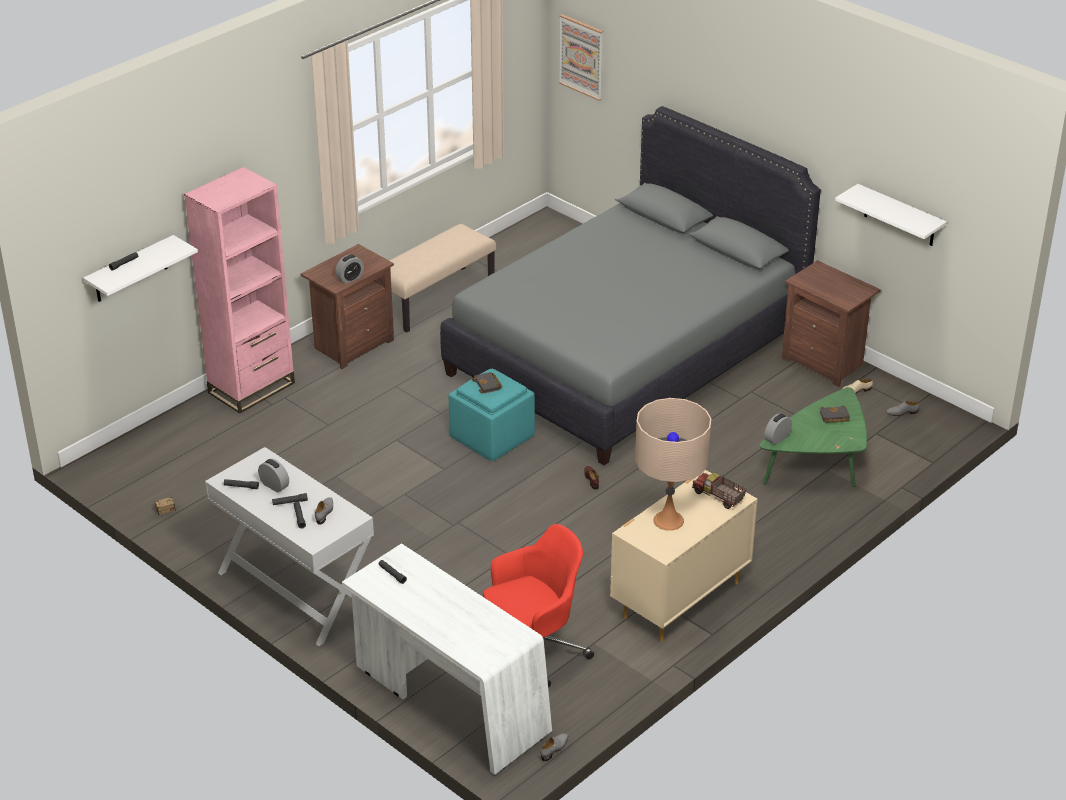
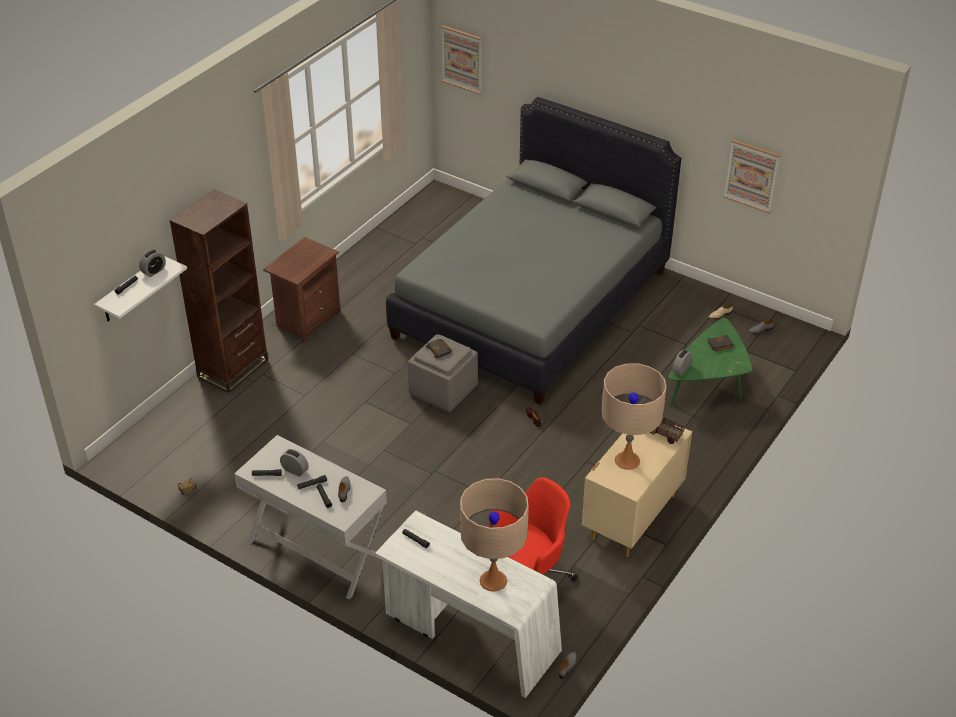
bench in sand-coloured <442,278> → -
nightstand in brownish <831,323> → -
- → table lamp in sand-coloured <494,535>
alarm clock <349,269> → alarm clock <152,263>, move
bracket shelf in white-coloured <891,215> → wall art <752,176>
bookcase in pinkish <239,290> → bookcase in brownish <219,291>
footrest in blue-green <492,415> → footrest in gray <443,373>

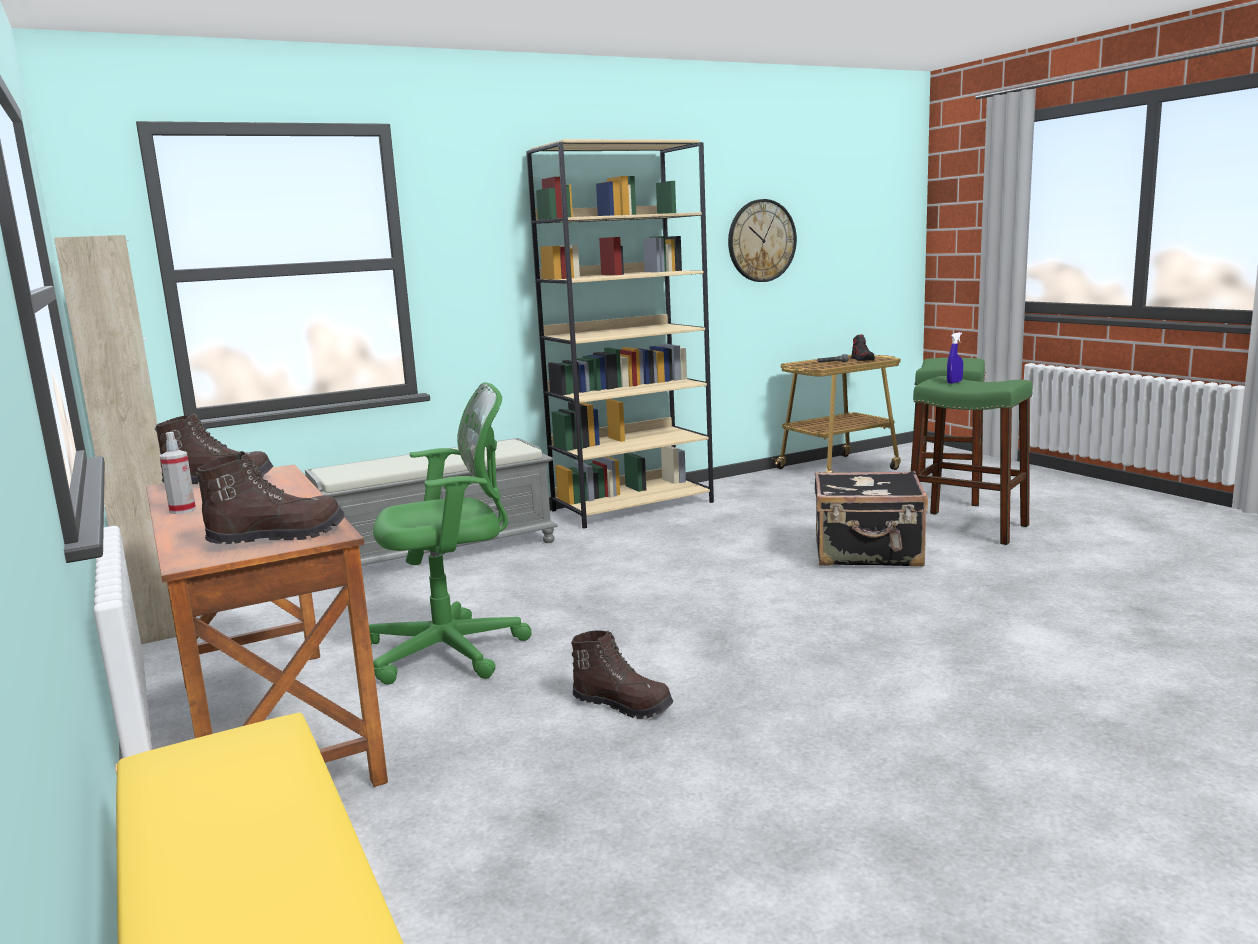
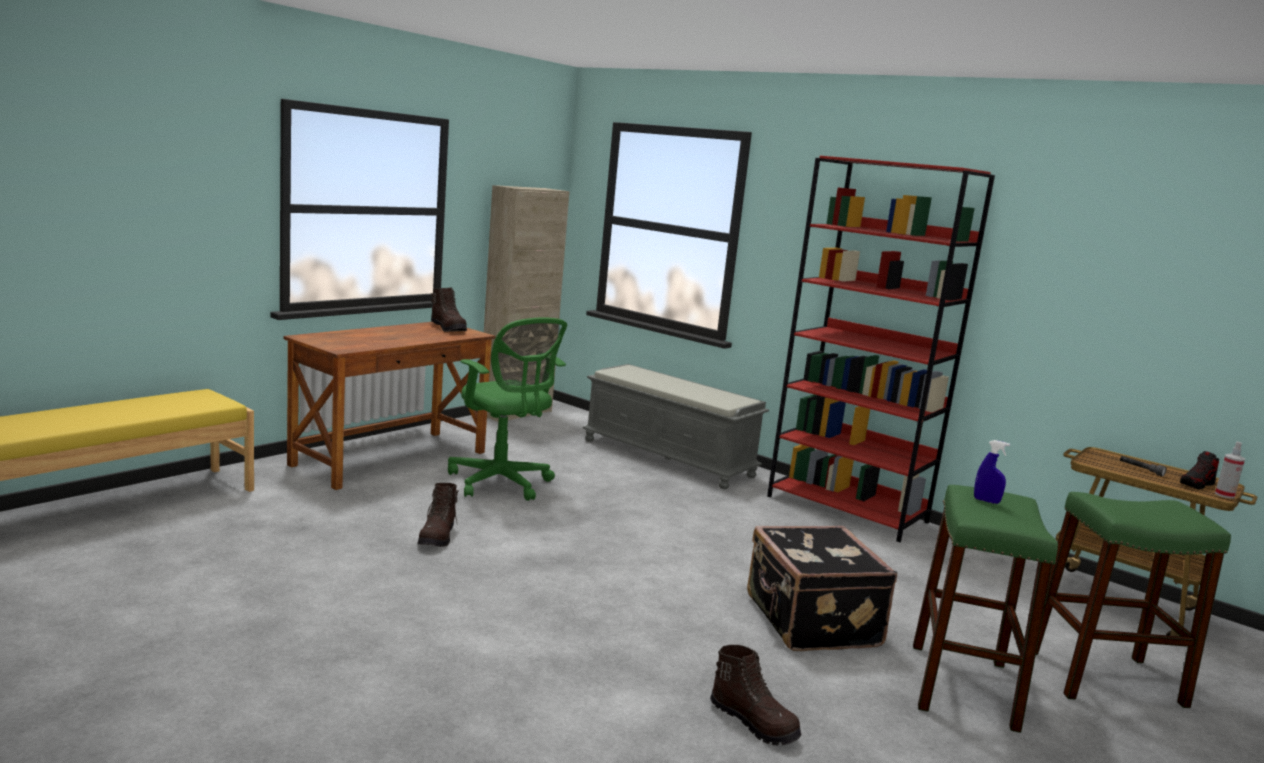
hanging clock <762,240> → -
sprayer <178,473> → sprayer <1230,470>, move
tall boot in brownish <270,497> → tall boot in brownish <755,695>, move
bookcase in sand-coloured <620,334> → bookcase in red-coloured <881,349>

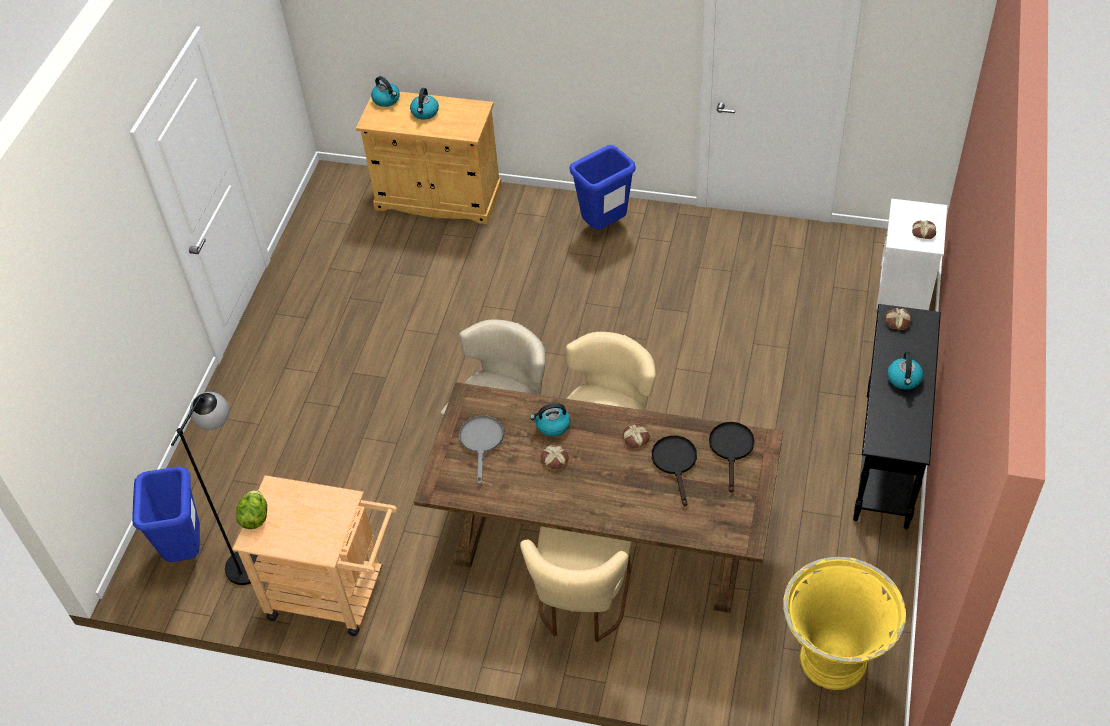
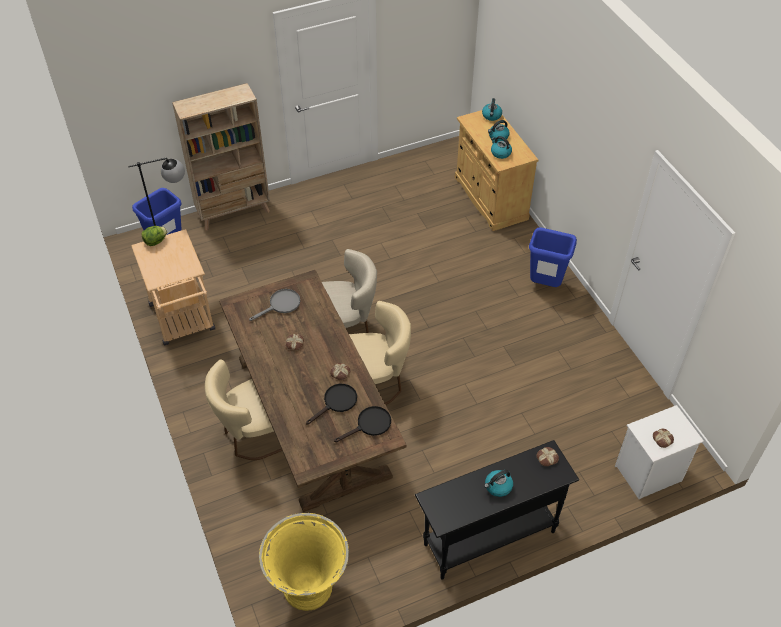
- → bookcase in sand-coloured <221,157>
kettle <550,420> → kettle <501,147>, move

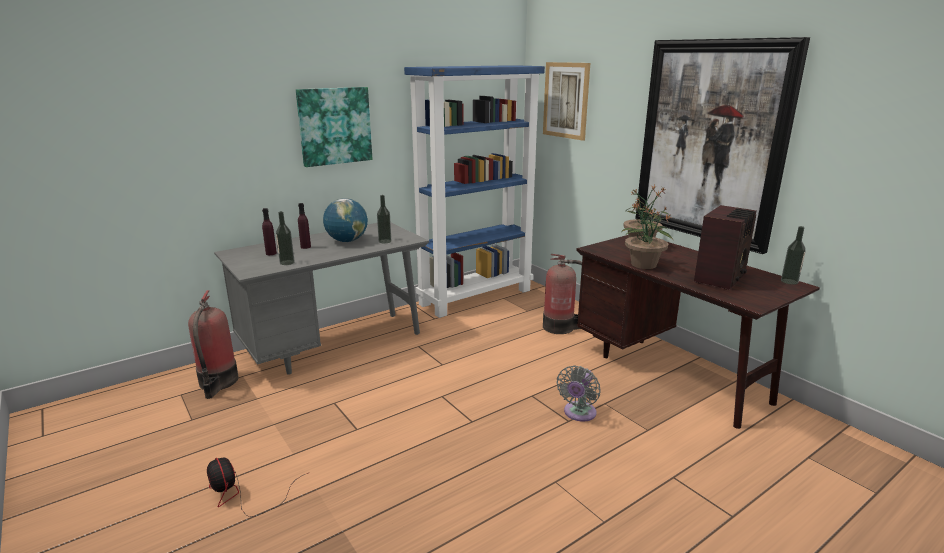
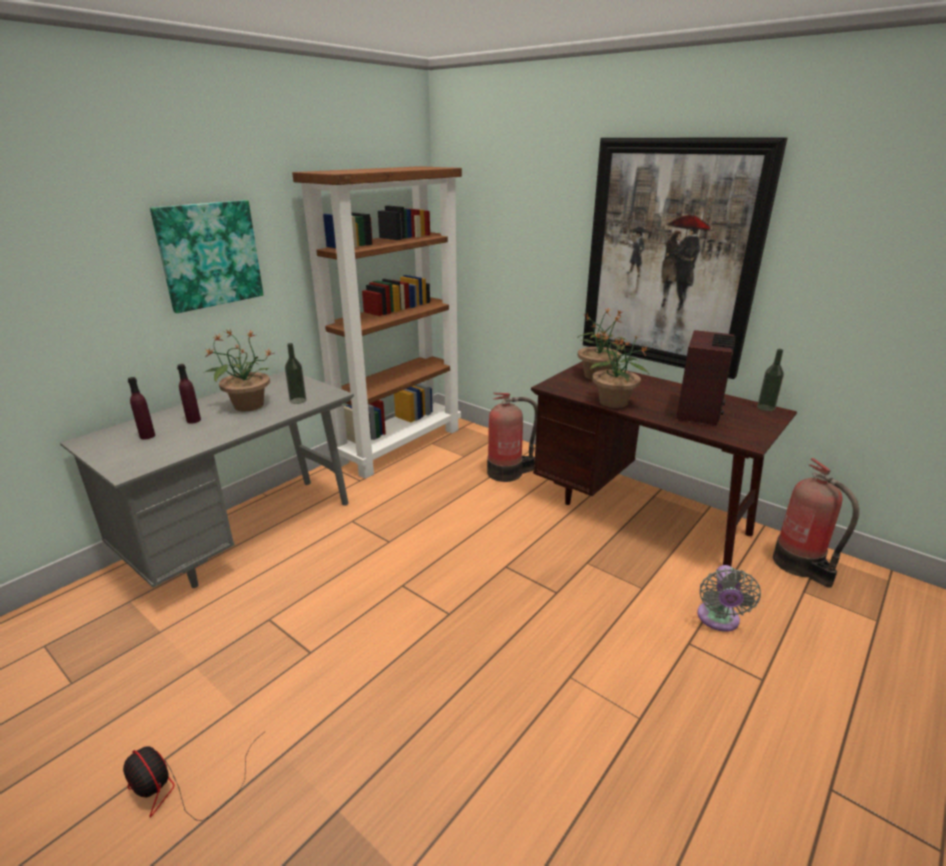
drink bottle <285,238> → -
wall art <566,101> → -
fire extinguisher <213,344> → fire extinguisher <816,523>, move
electric fan in gray <578,393> → electric fan in gray <729,598>, move
globe <345,220> → potted plant <239,370>
bookcase in blue <474,191> → bookcase in brownish <377,322>

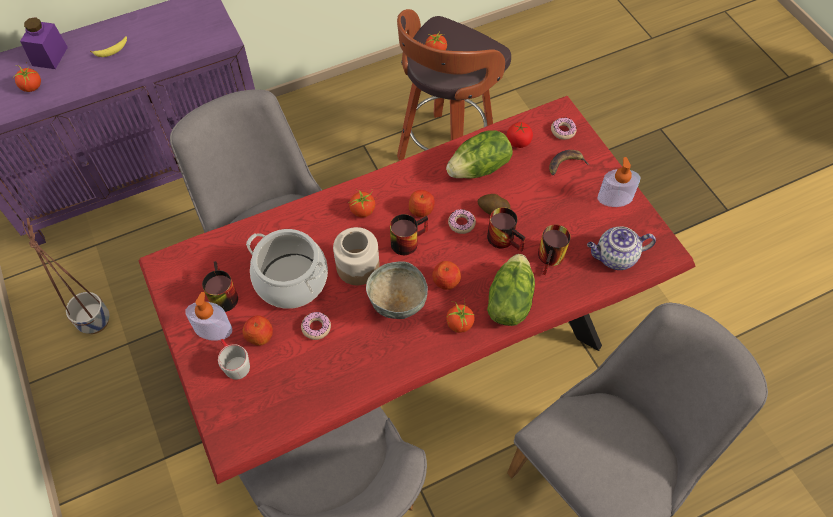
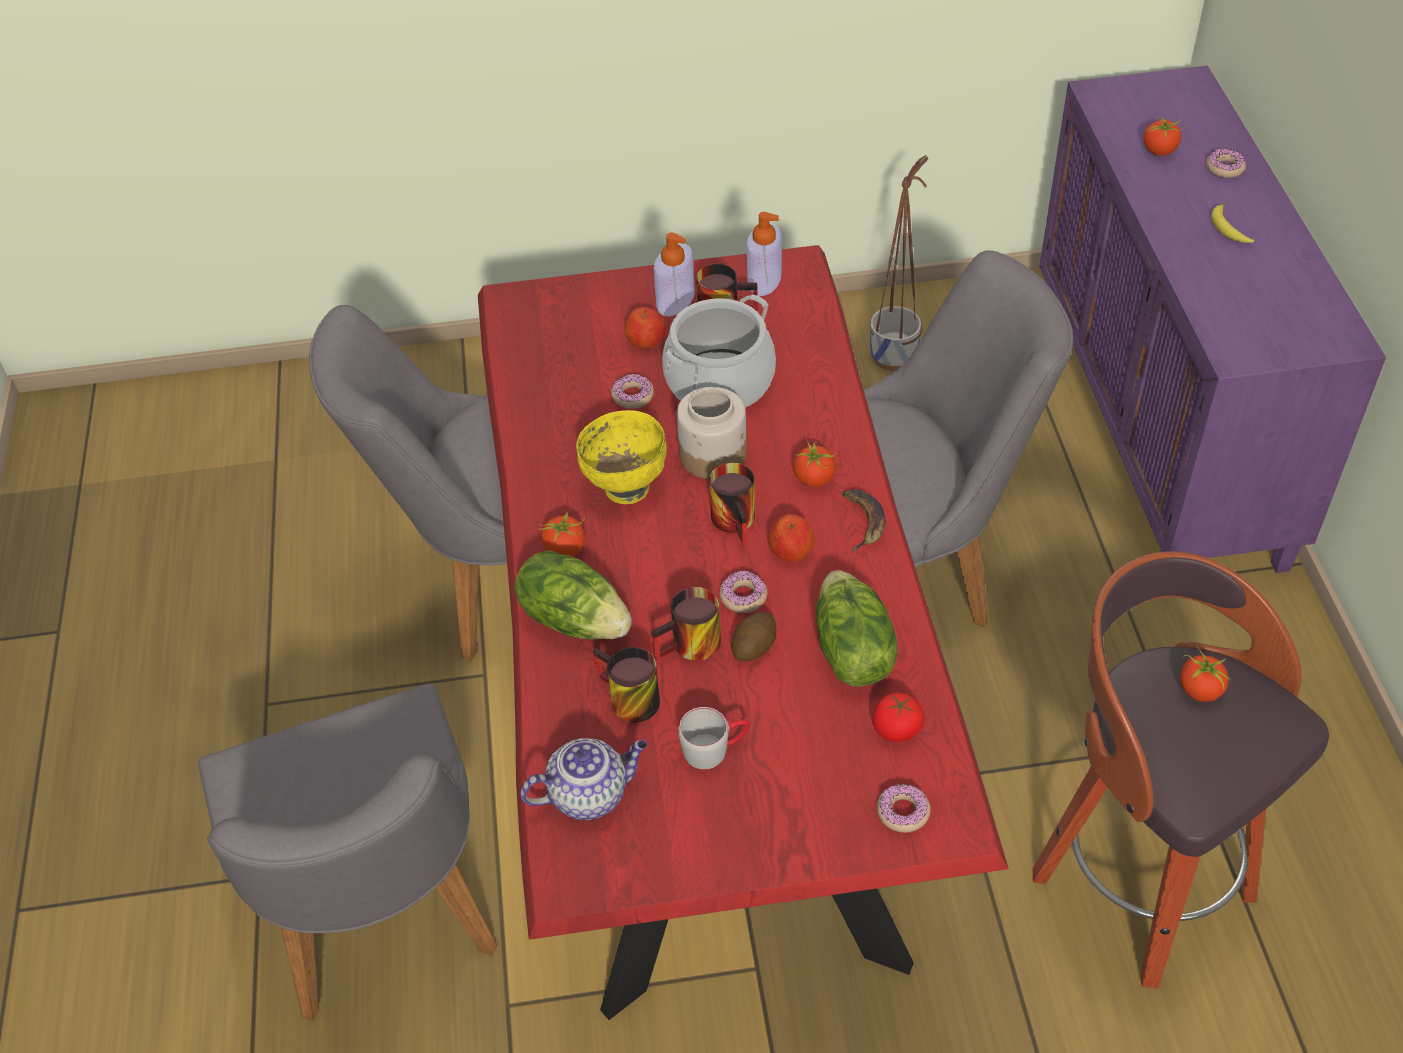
whole apple <446,275> → -
mug in gray <234,359> → mug in gray <714,738>, move
whole banana <569,162> → whole banana <863,520>, move
soap dispenser <619,182> → soap dispenser <764,254>, move
preserve jar in purple <44,43> → doughnut <1226,163>
serving bowl in gray <397,290> → serving bowl in yellow-coloured <621,457>
pot for tea <621,248> → pot for tea <584,779>, 60 degrees clockwise

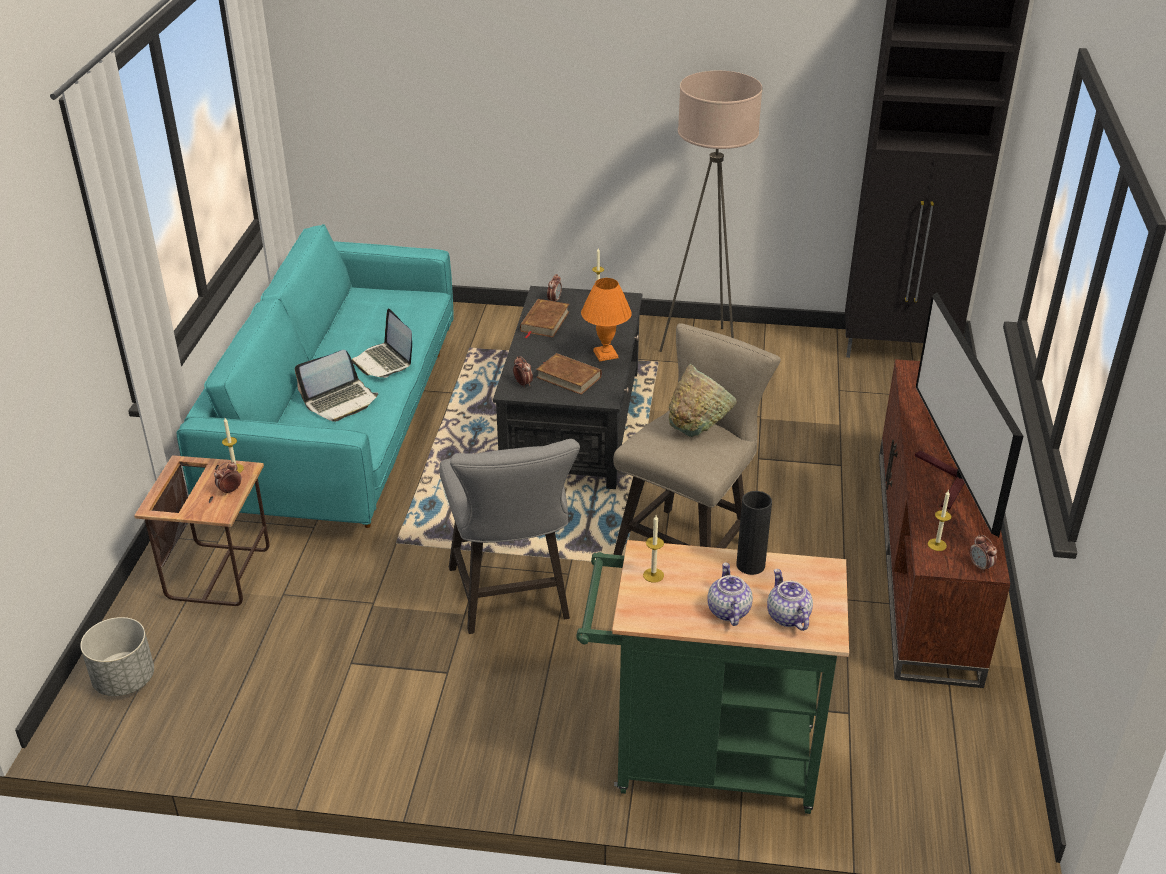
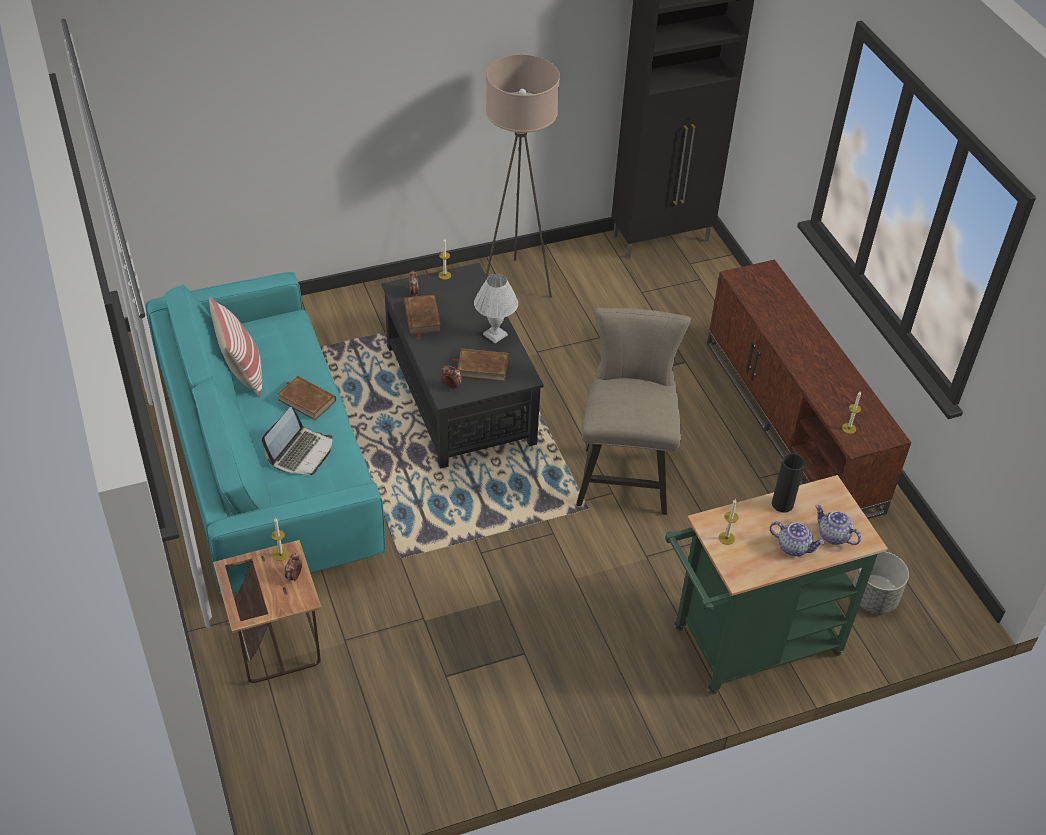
stool in gray <509,536> → -
serving bowl in green-coloured <703,400> → -
television <969,414> → -
alarm clock <983,554> → -
- → throw pillow <235,346>
flower pot in gray <117,656> → flower pot in gray <881,582>, move
notebook computer <382,343> → bound book in brownish <307,398>
table lamp in orange <606,319> → table lamp in white-coloured <496,308>
pot for tea <730,594> → pot for tea <797,538>, 150 degrees clockwise

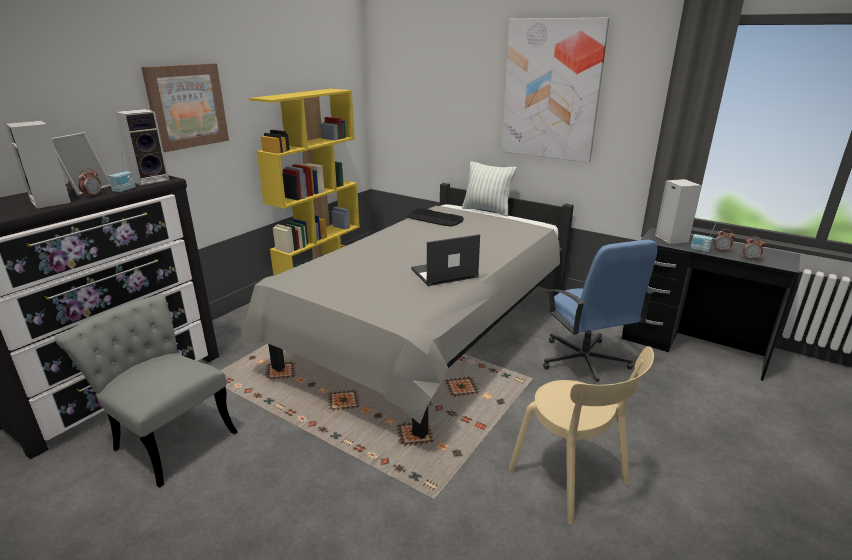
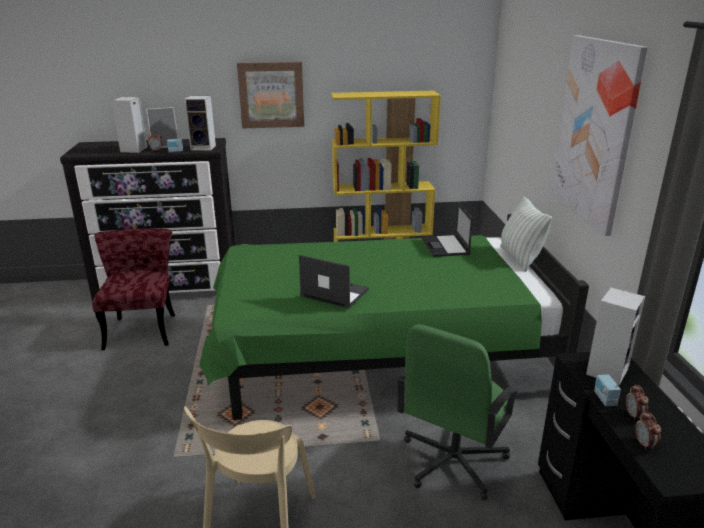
PC keyboard <435,217> → notebook computer <447,229>
upright chair in gray <146,391> → upright chair in red-coloured <133,289>
bedroom bed in gray <407,311> → bedroom bed in green-coloured <394,317>
office chair in blue <600,312> → office chair in green-coloured <458,412>

